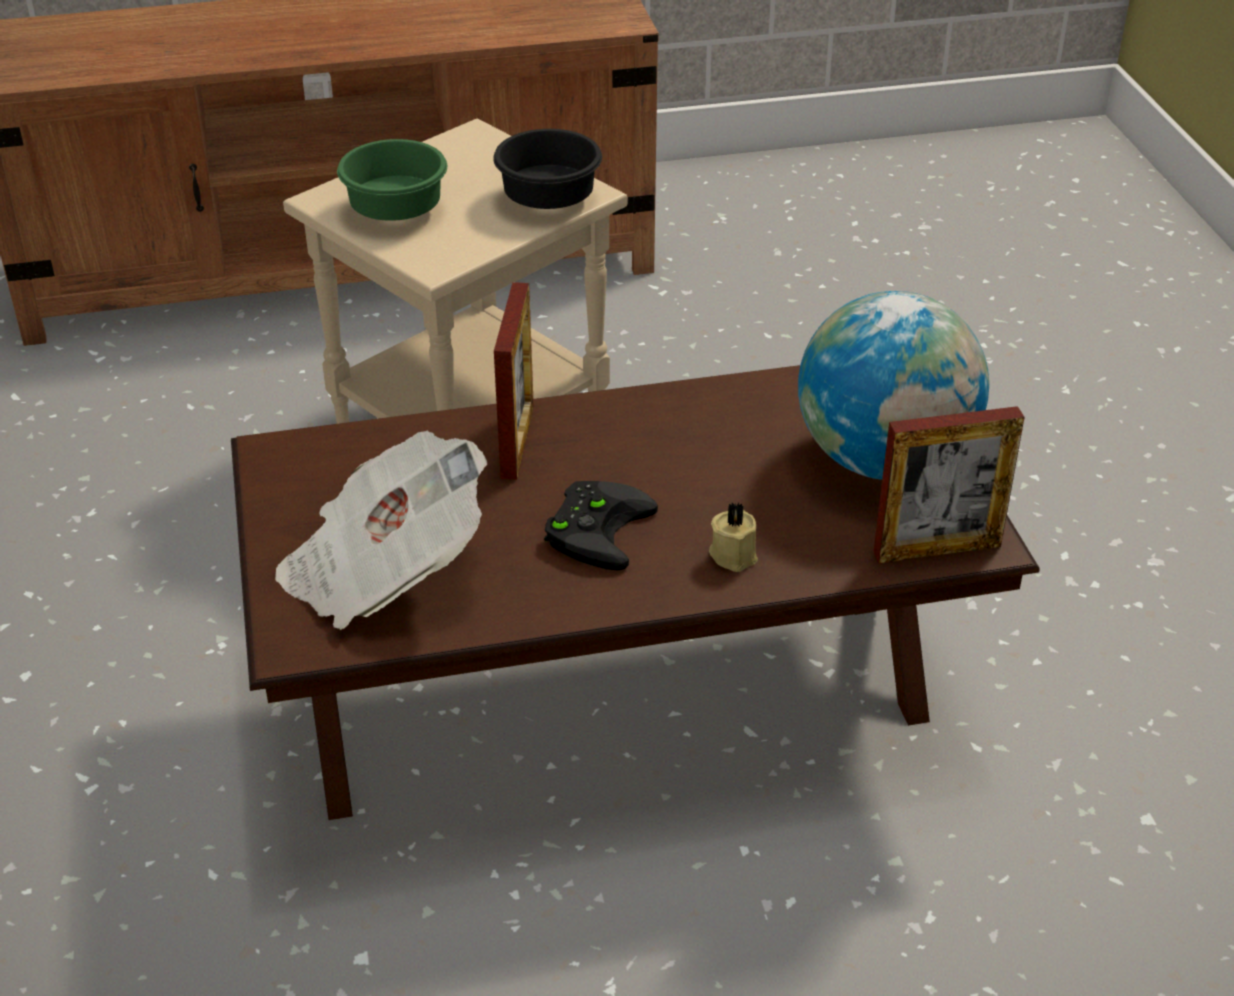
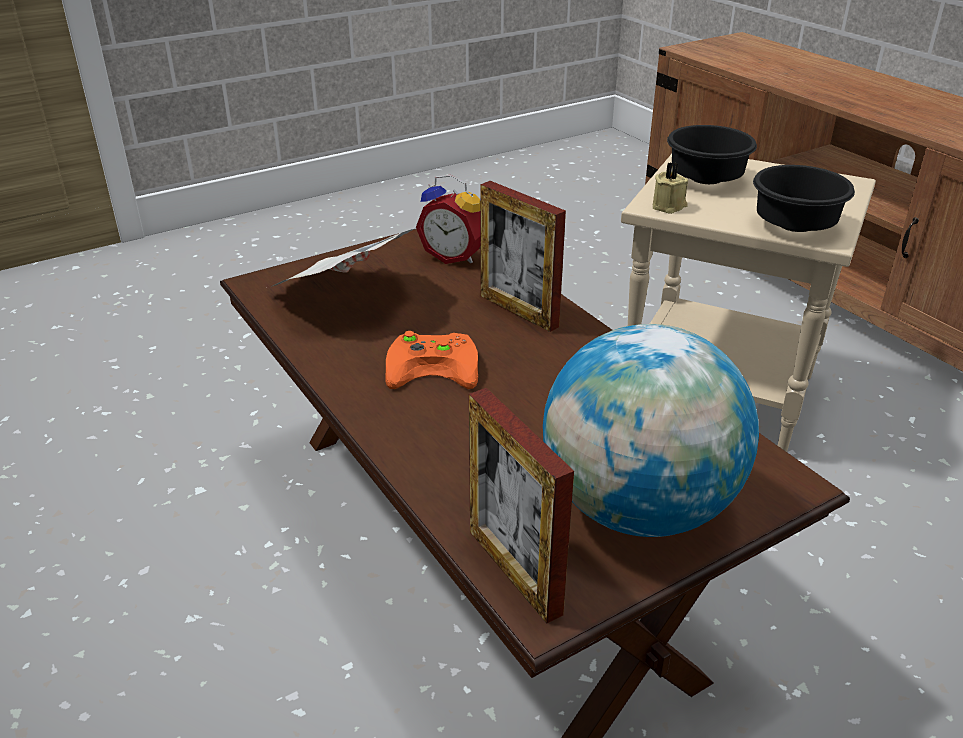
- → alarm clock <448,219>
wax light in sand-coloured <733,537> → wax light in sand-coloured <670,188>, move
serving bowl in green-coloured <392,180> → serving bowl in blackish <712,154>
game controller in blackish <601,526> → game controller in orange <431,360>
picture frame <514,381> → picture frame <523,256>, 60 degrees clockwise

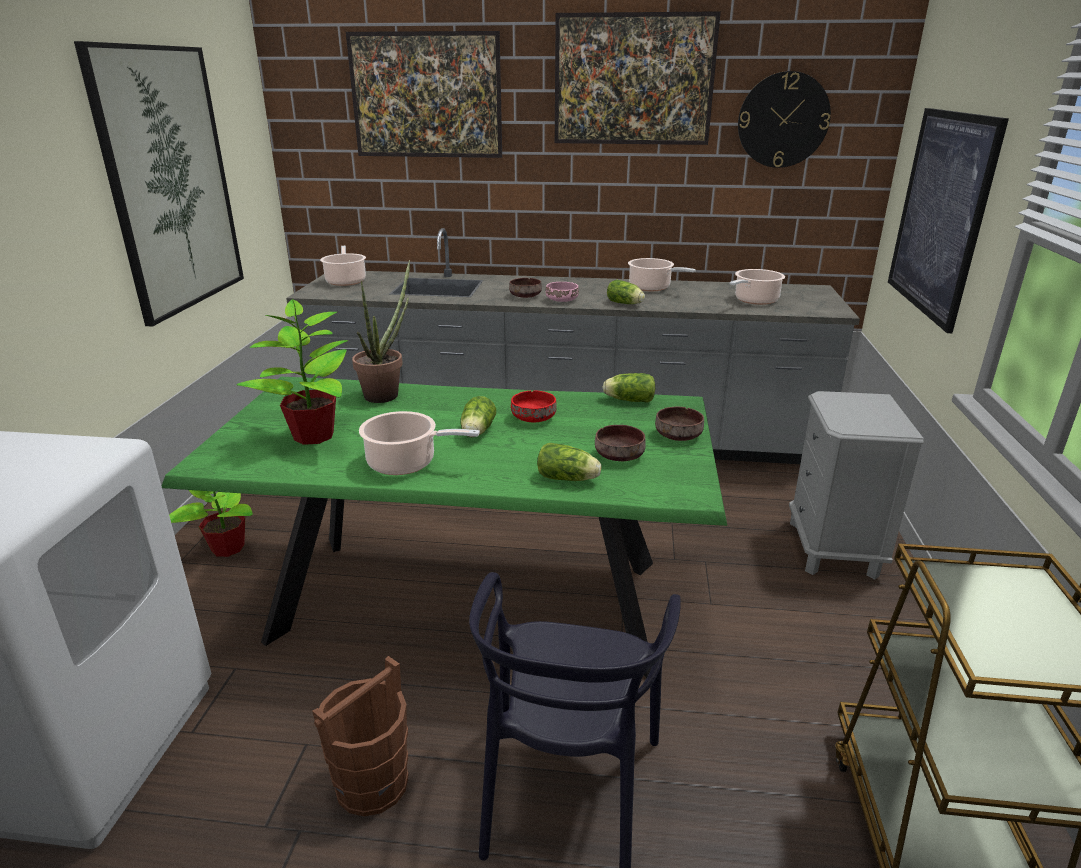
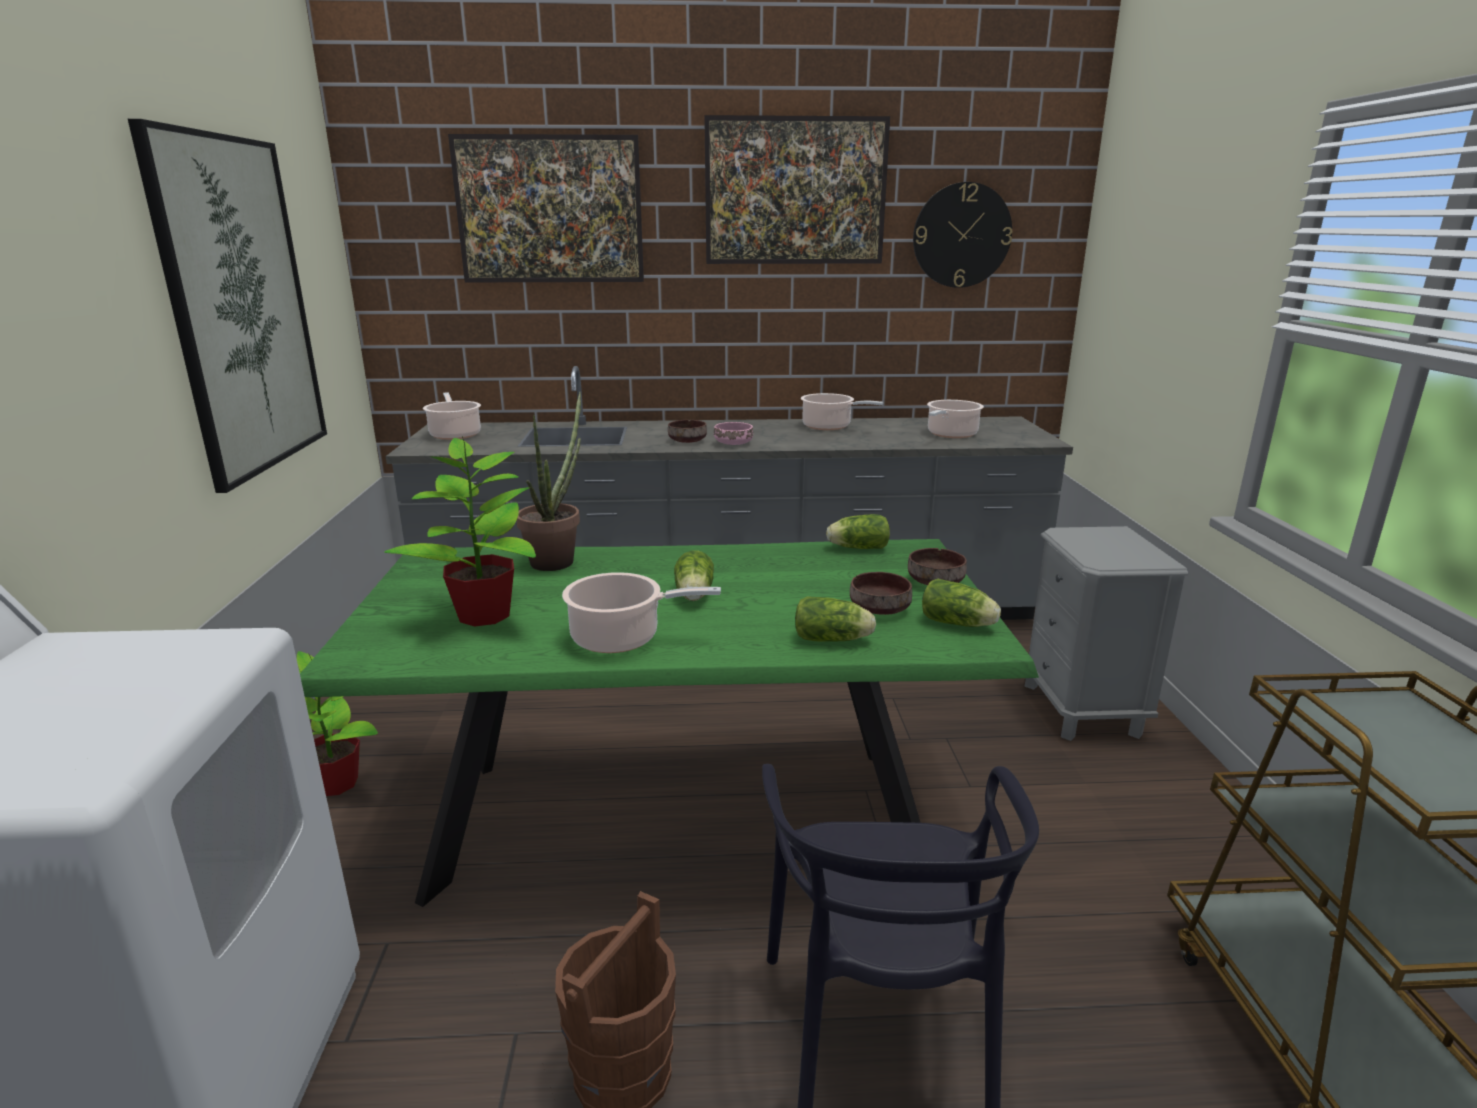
serving bowl in red-coloured <534,406> → -
wall art <948,220> → -
lettuce <626,292> → lettuce <961,603>, move

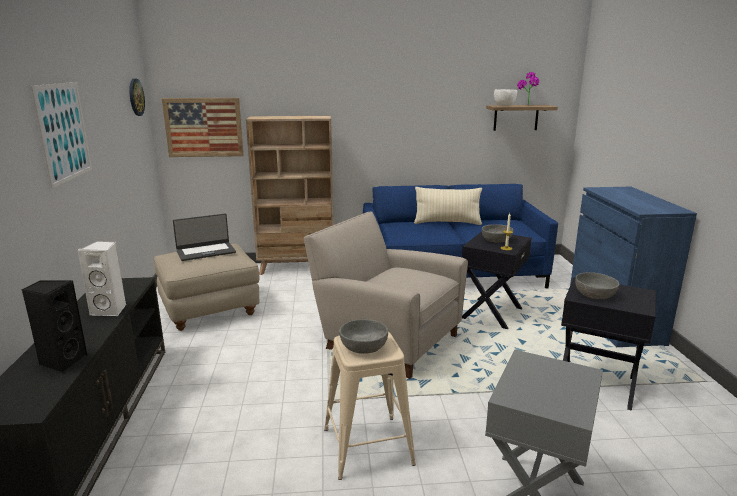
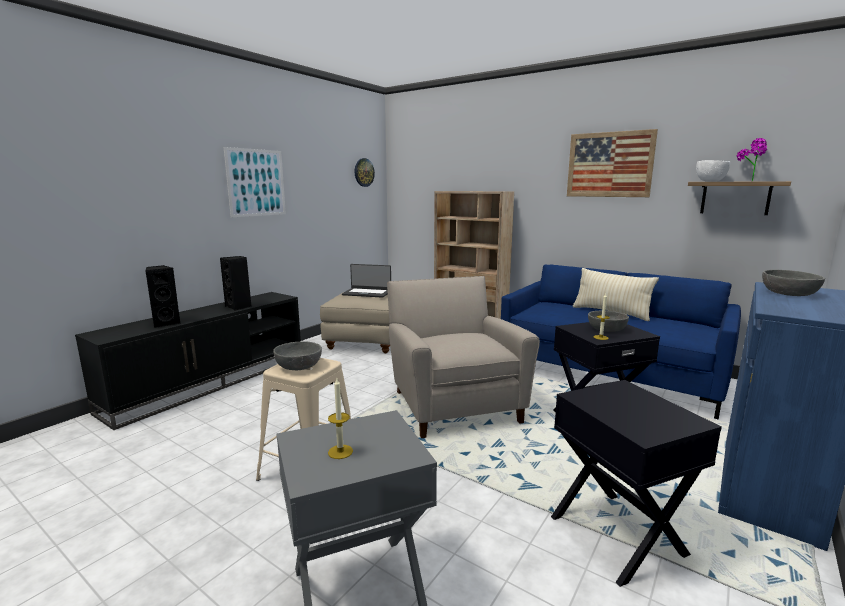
- → wax light <340,419>
wall art <203,127> → wall art <612,163>, move
serving bowl in gray <597,285> → serving bowl in gray <793,283>, move
audio speaker in white-coloured <101,278> → audio speaker in blackish <236,283>

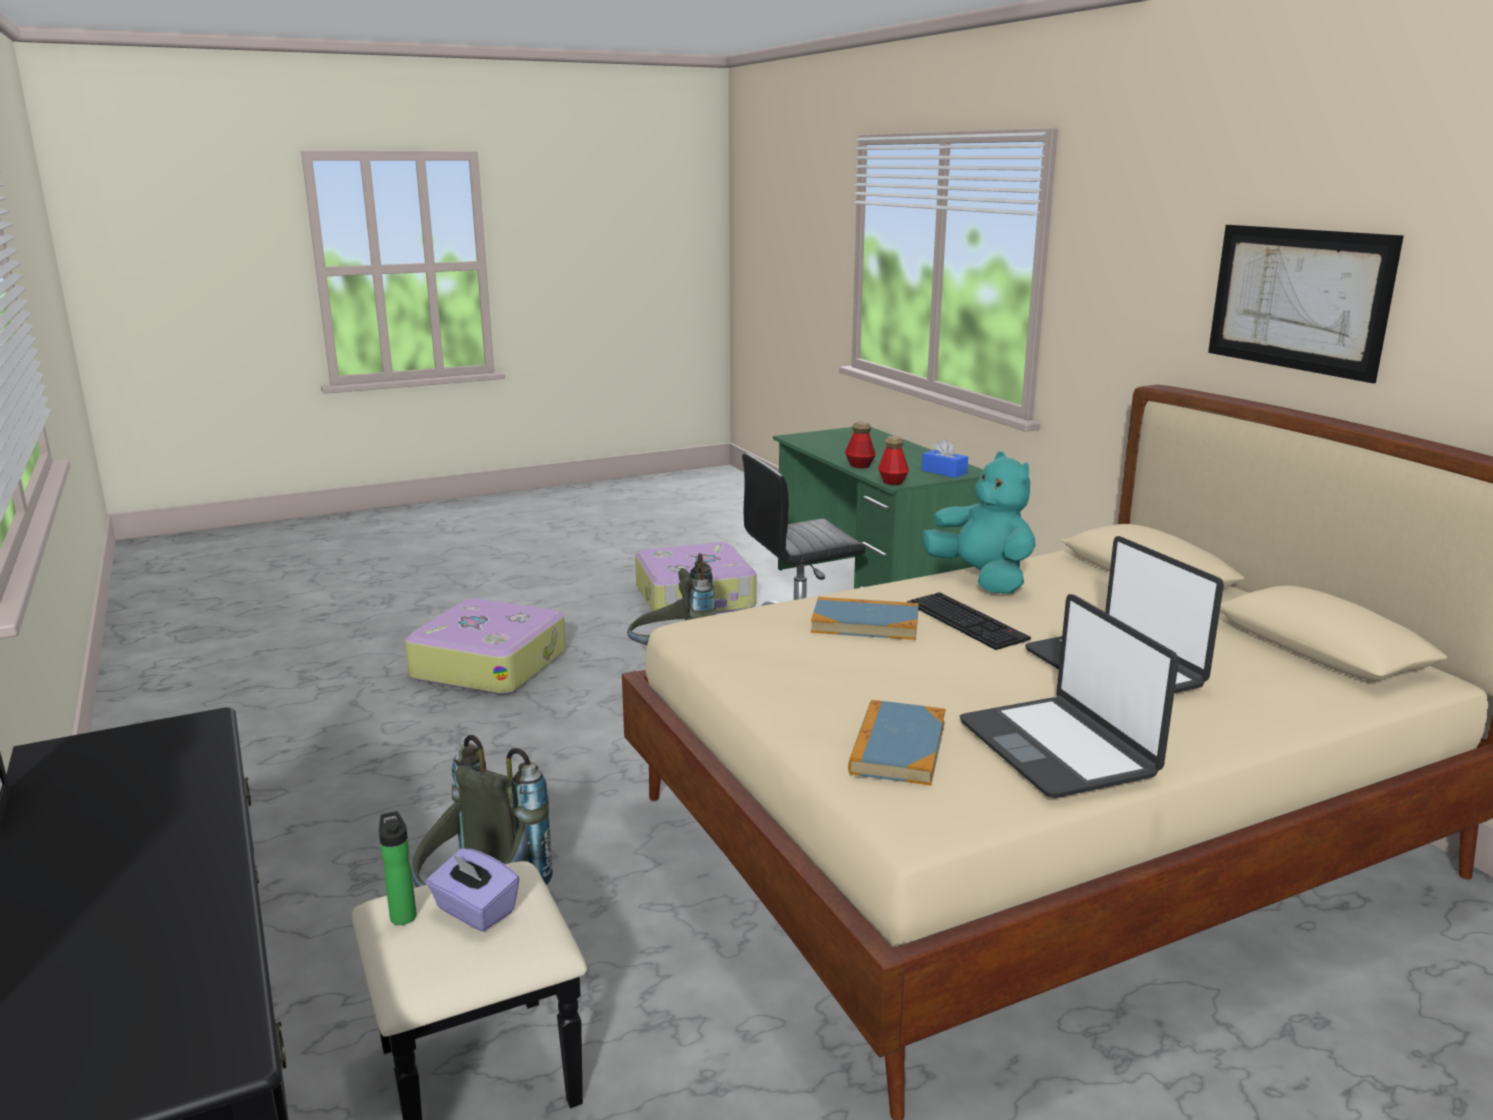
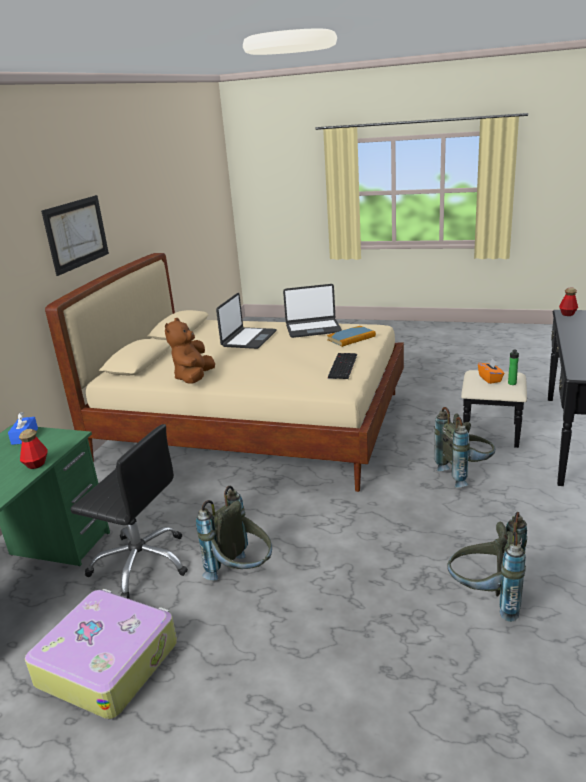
suitcase <485,646> → -
bound book <865,618> → -
- → knapsack in gray <487,567>
drink bottle <893,460> → drink bottle <568,302>, move
PC keyboard <969,621> → PC keyboard <342,366>, move
tissue box in purple <473,889> → tissue box in orange <491,371>
cuddly toy in blue-green <978,523> → cuddly toy in brownish <190,351>
notebook computer <1069,696> → notebook computer <312,311>, 60 degrees clockwise

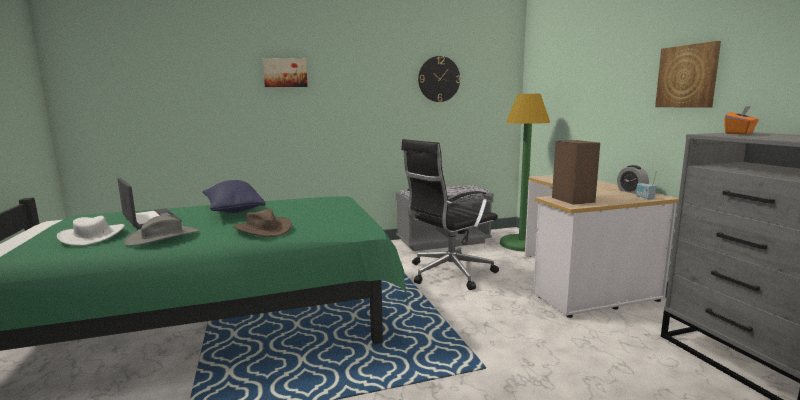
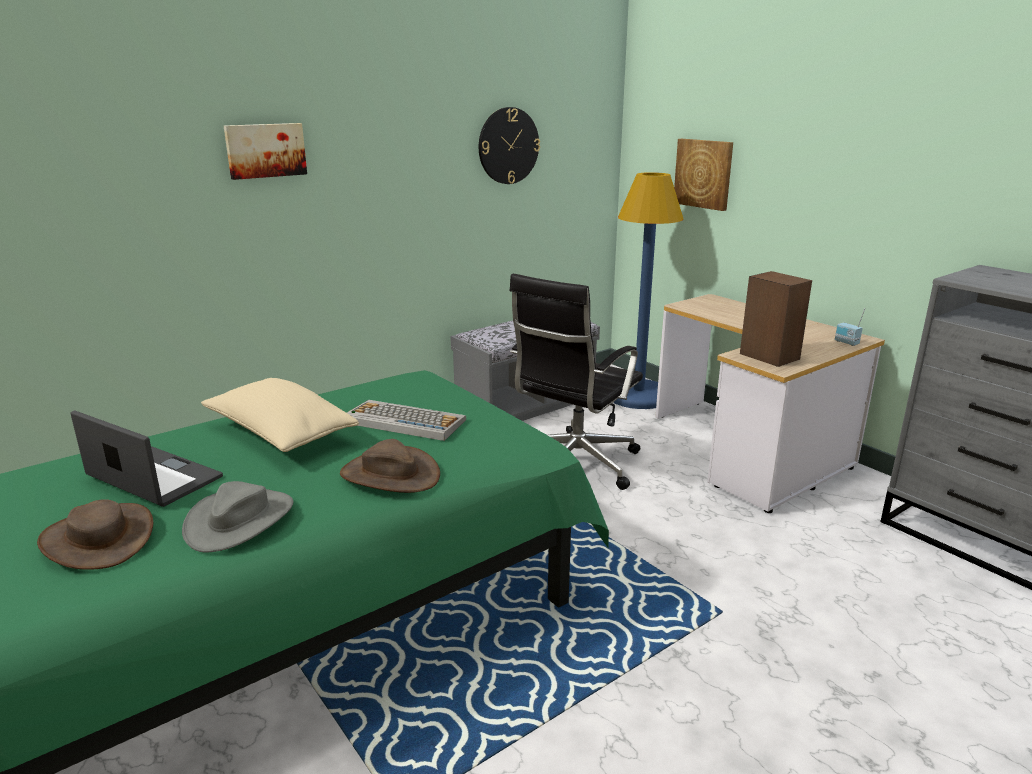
alarm clock <633,179> → -
tissue box in orange <742,120> → -
- → PC keyboard <406,420>
wall art <688,74> → wall art <703,175>, move
hat in white-coloured <91,231> → hat in brownish <95,534>
throw pillow in blue <234,196> → throw pillow in sand-coloured <280,415>
standing lamp in green-coloured <525,173> → standing lamp in blue <648,290>

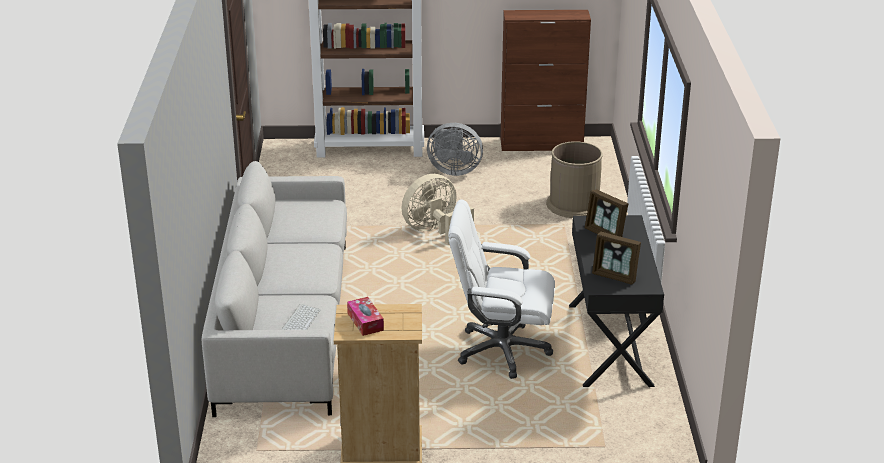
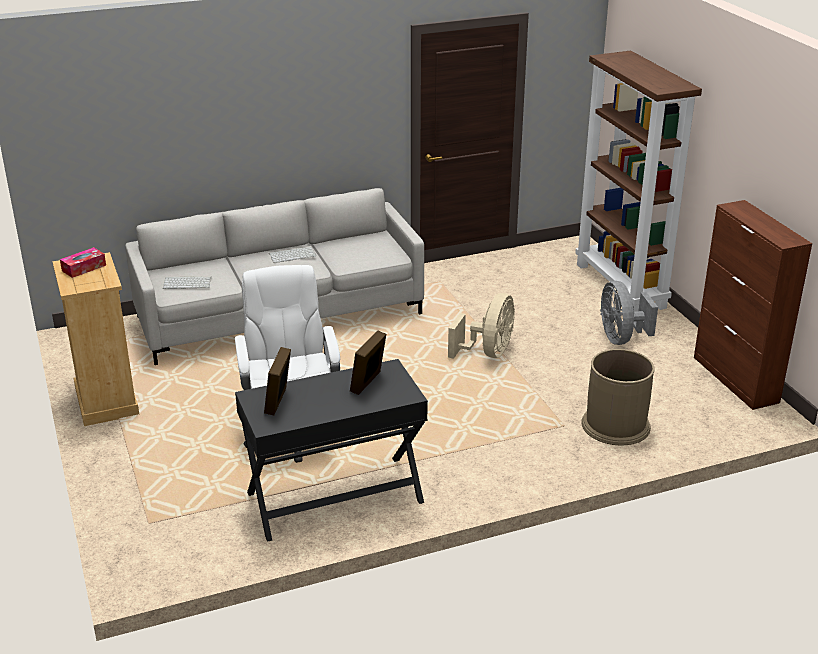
- → PC keyboard <292,254>
electric fan in sand-coloured <438,209> → electric fan in sand-coloured <481,326>, 75 degrees clockwise

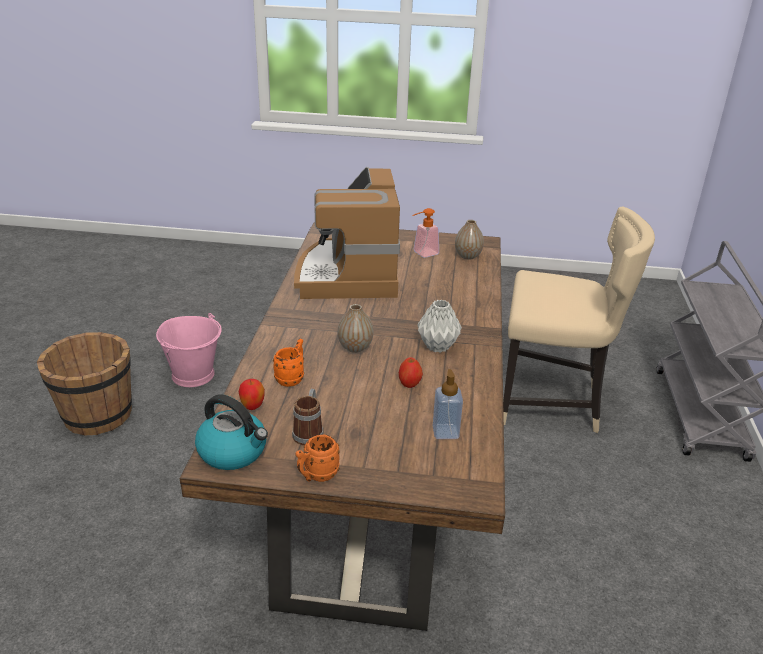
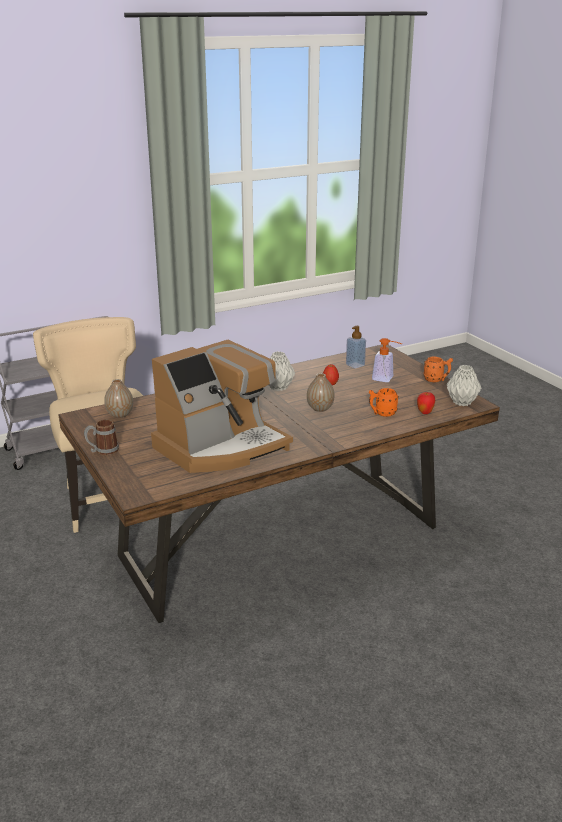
water bucket in brownish <84,384> → -
water bucket in pinkish <189,350> → -
mug <307,417> → mug <101,437>, move
soap dispenser <425,233> → soap dispenser <387,360>, move
kettle <231,432> → decorative vase in gray <464,385>

